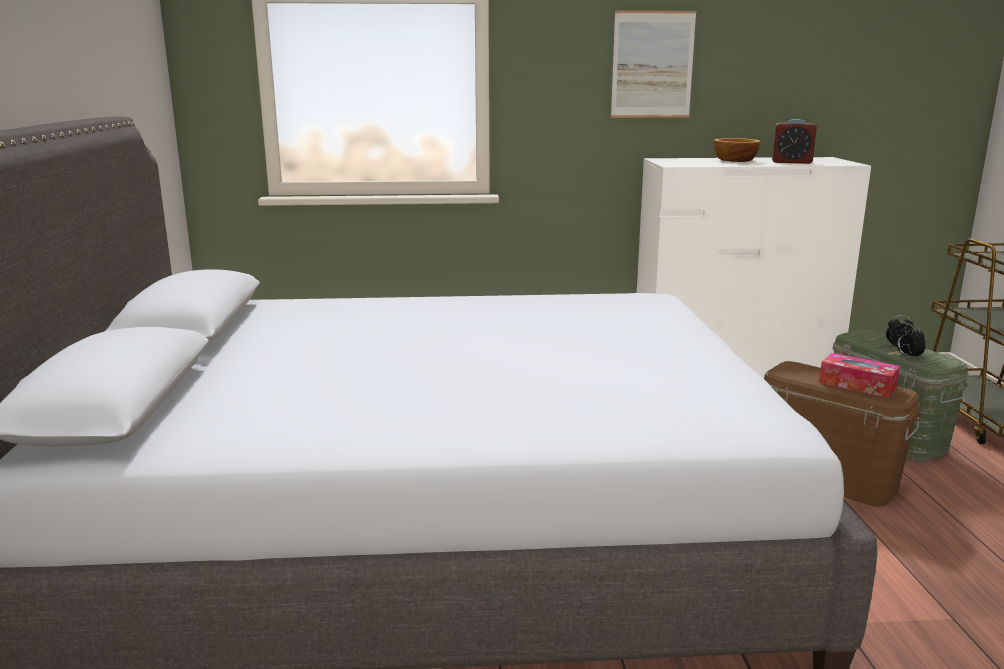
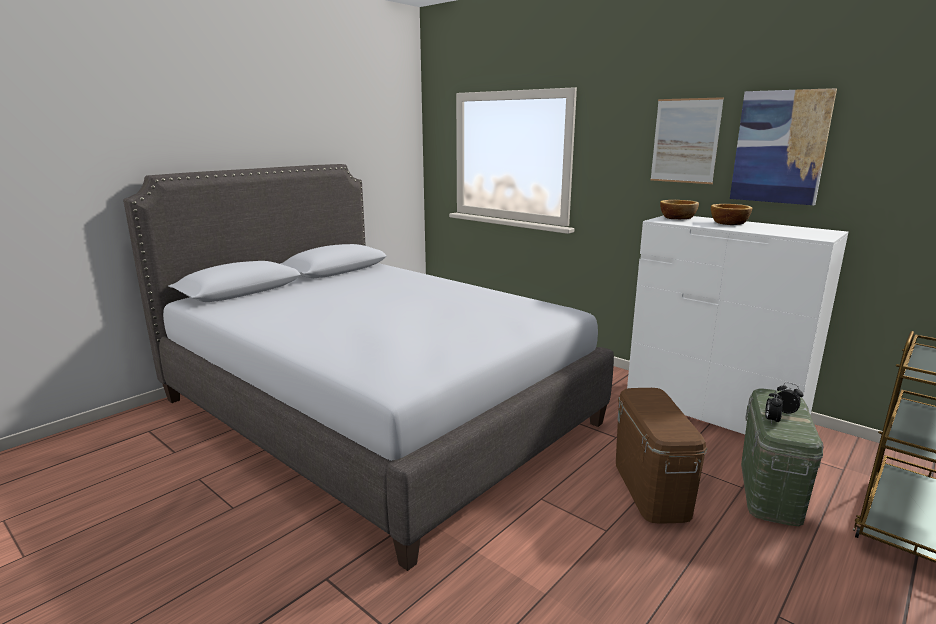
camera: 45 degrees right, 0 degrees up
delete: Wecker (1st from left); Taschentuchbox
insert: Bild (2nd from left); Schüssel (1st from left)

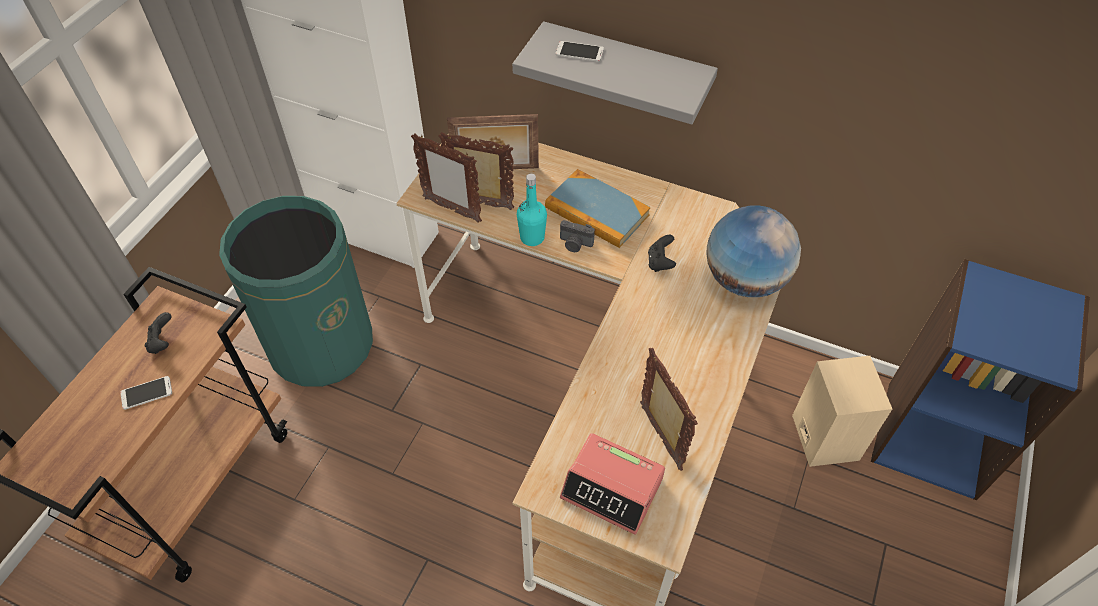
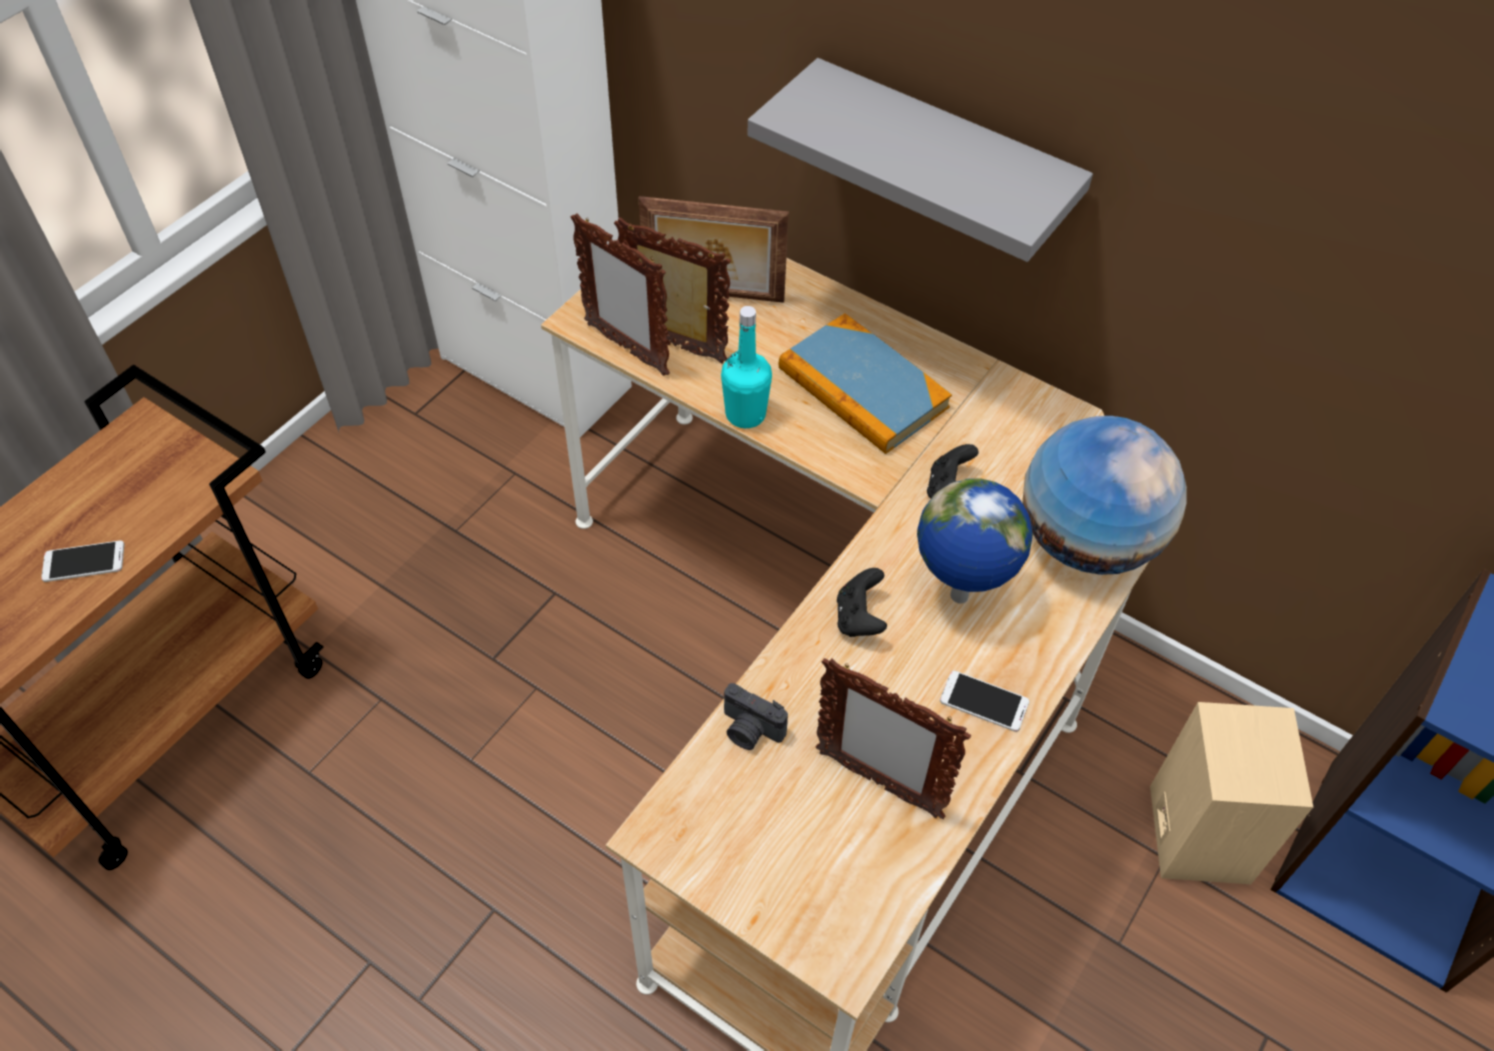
camera: 10 degrees right, 0 degrees up
delete: Mülleimer [grün]; Wecker
insert: Globus (1st from left)
move: Handy (2nd from left); Kamera; Gamepad [schwarz] (1st from left)
rotate: Bilderrahmen (4th from left) 135 degrees clockwise

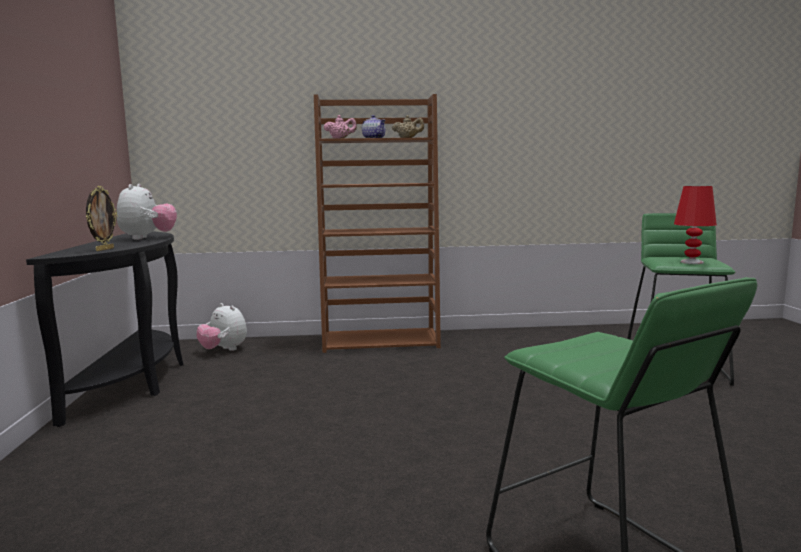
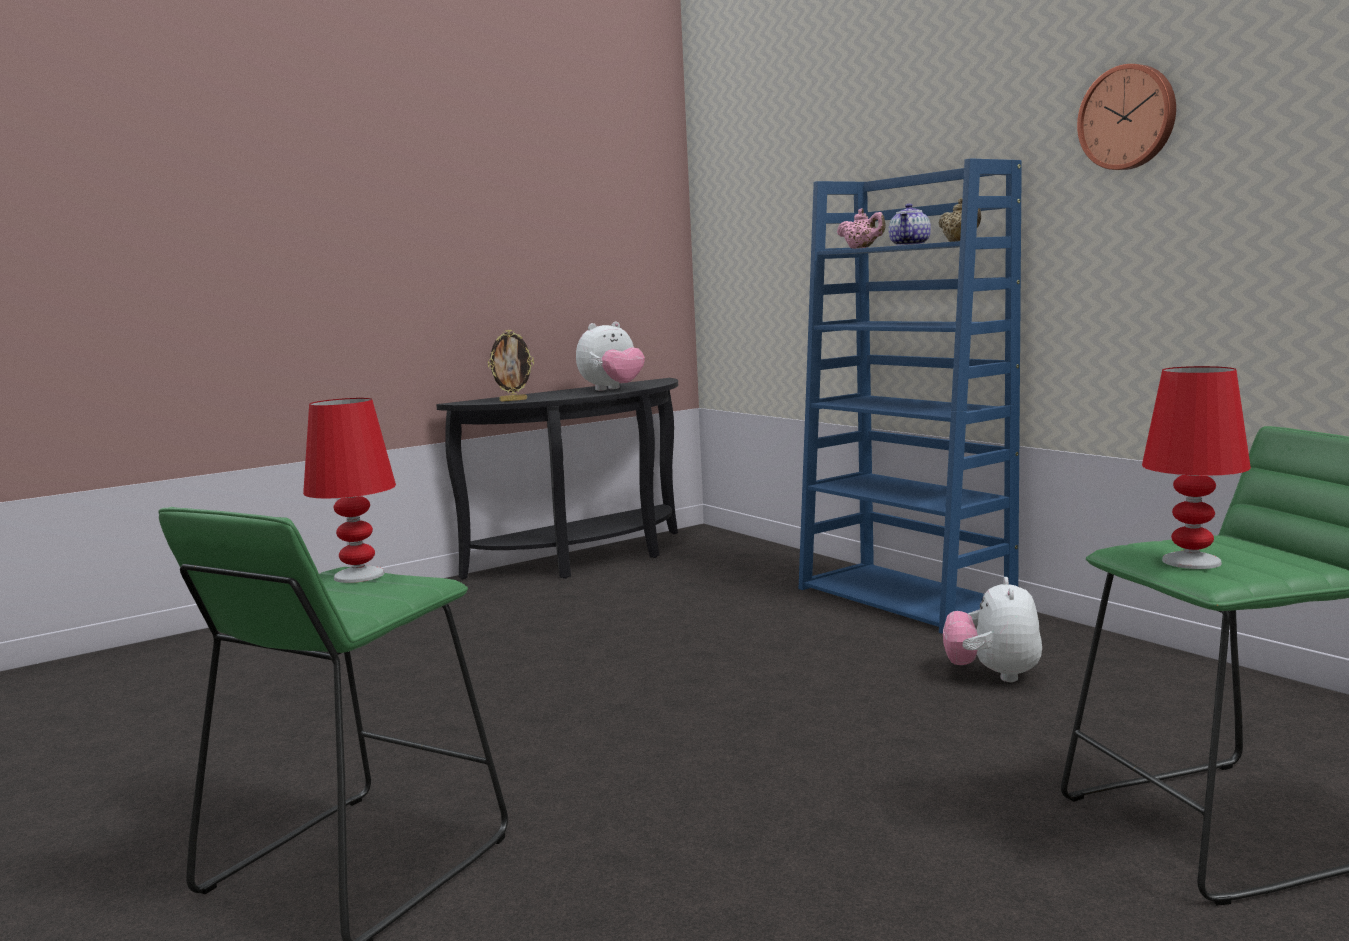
camera: 60 degrees right, 0 degrees up
insert: Wanduhr; Tischlampe [rot] (1st from left)
move: Plüschtier (2nd from left)
recolor: Bücherregal [braun] to Bücherregal [blau]

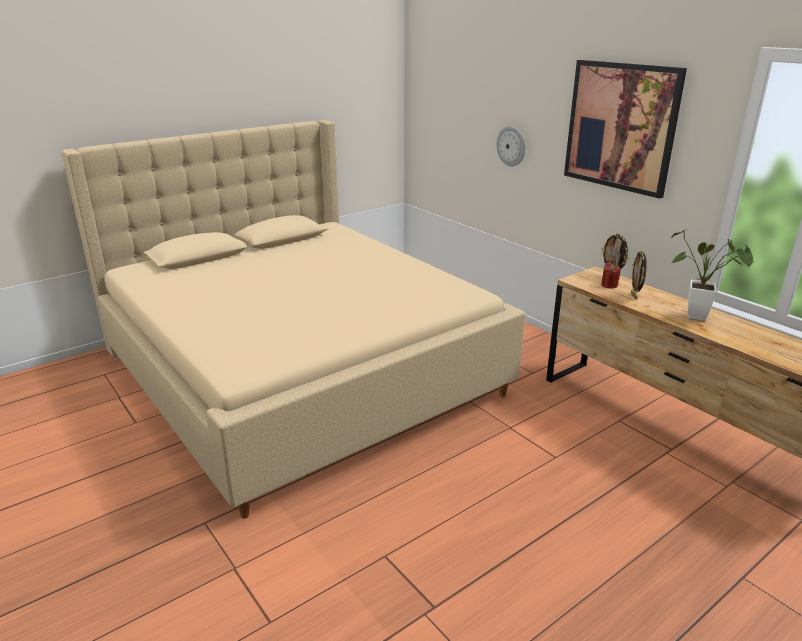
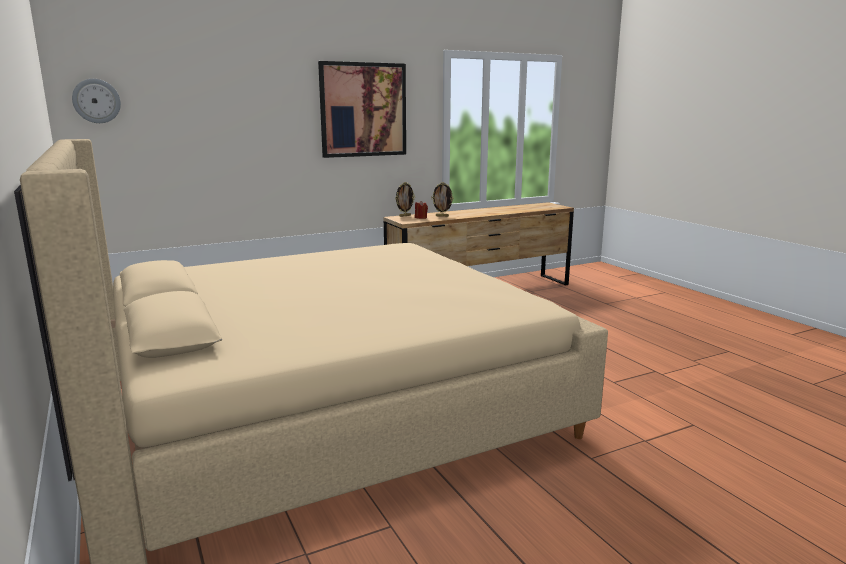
camera: 80 degrees left, 10 degrees down
delete: Topfpflanze
move: Wanduhr

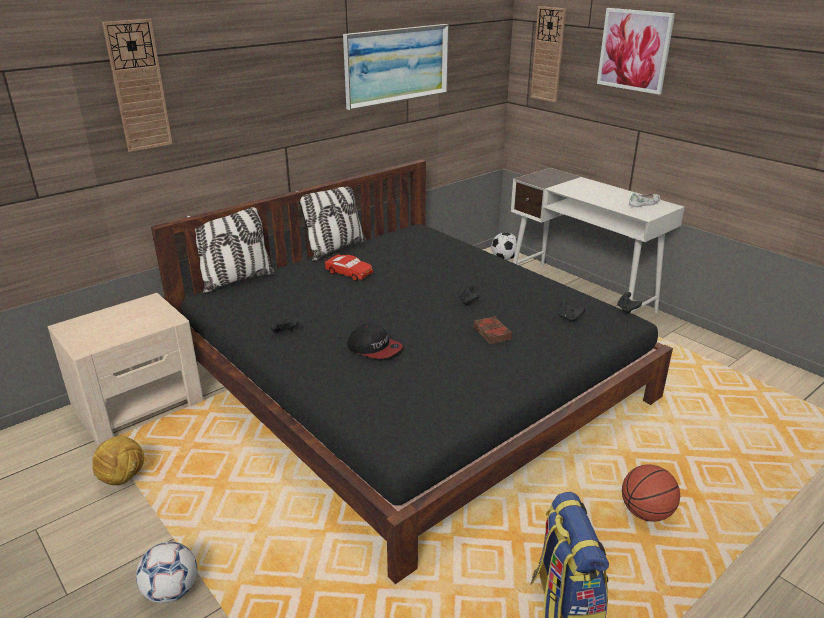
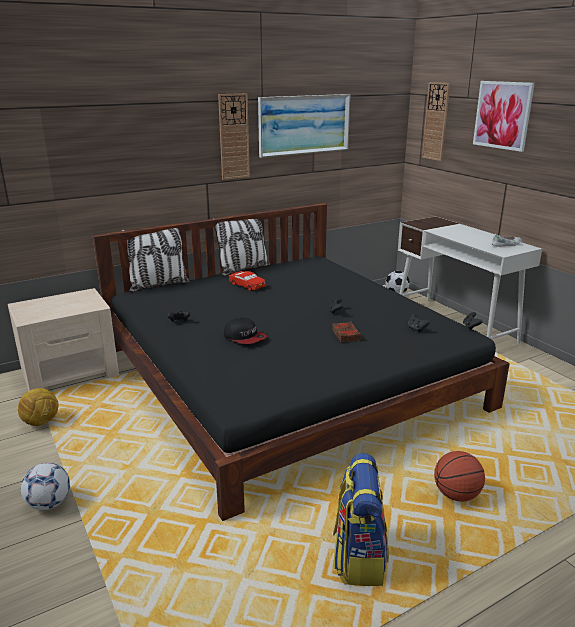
camera: 10 degrees right, 5 degrees down
move: Wanduhr (1st from left)

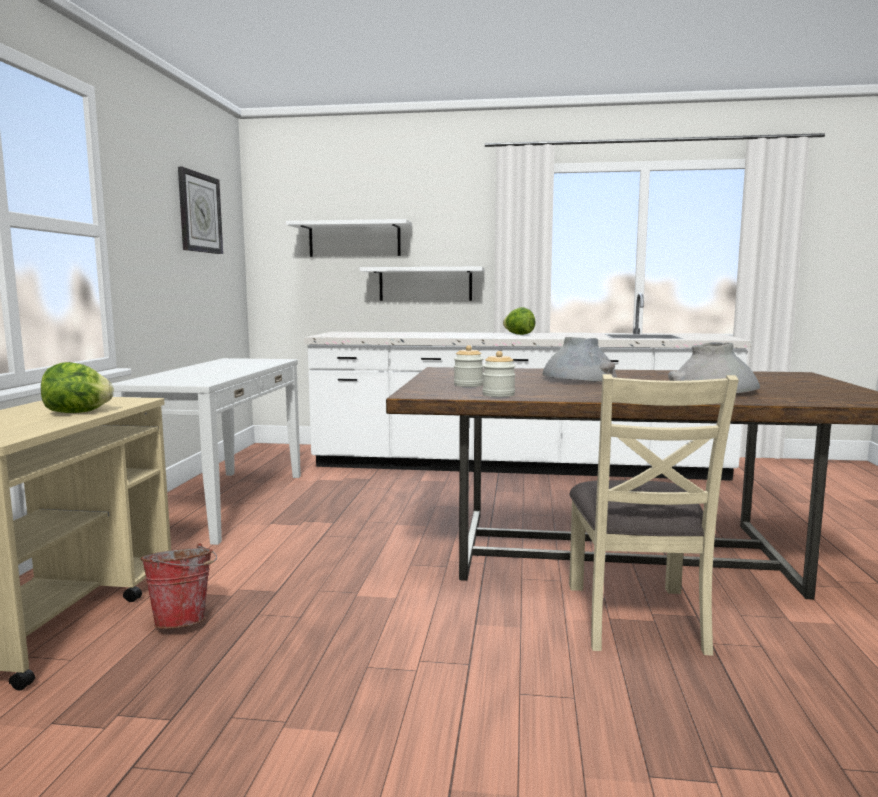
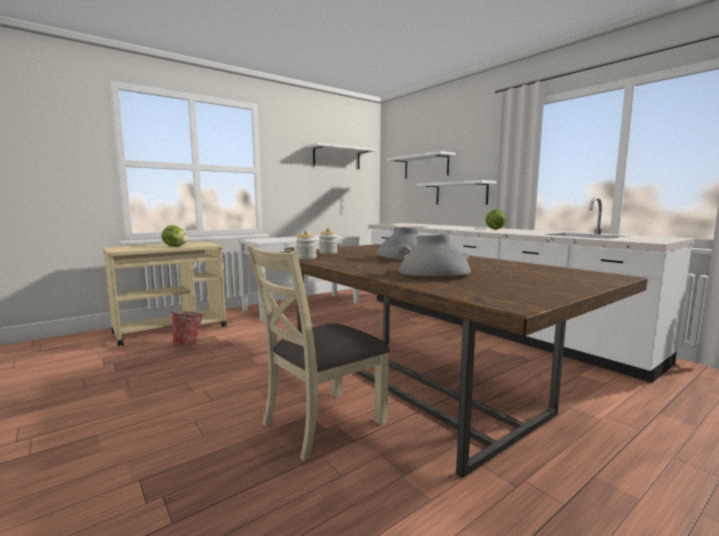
camera: 45 degrees right, 0 degrees up
replace: Wanduhr to Wandregal [weiß] (1st from left)

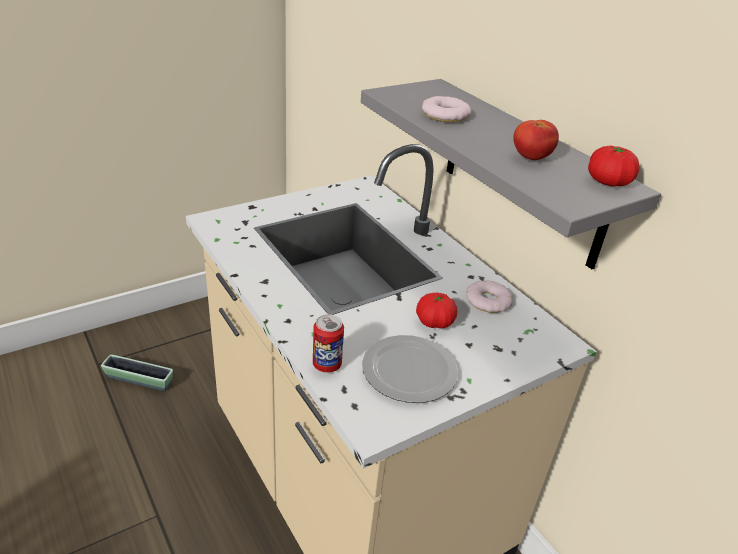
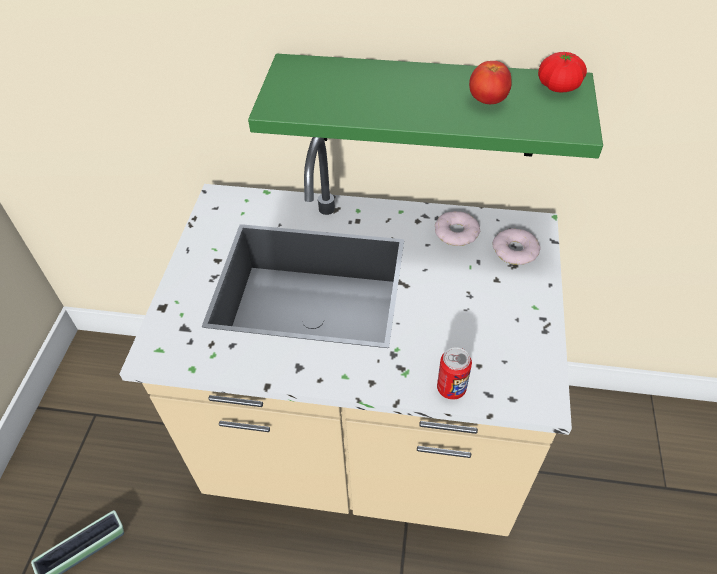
camera: 45 degrees left, 15 degrees up
delete: Tomate (1st from left); Teller
move: Donut (1st from left in the first image) to Donut (2nd from left)
recolor: Wandregal [grau] to Wandregal [grün]

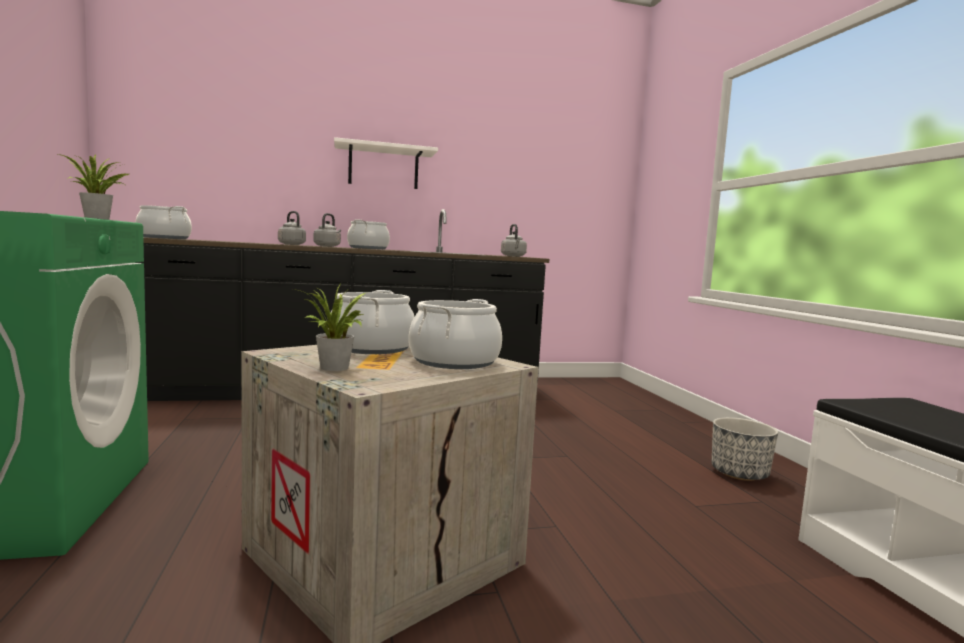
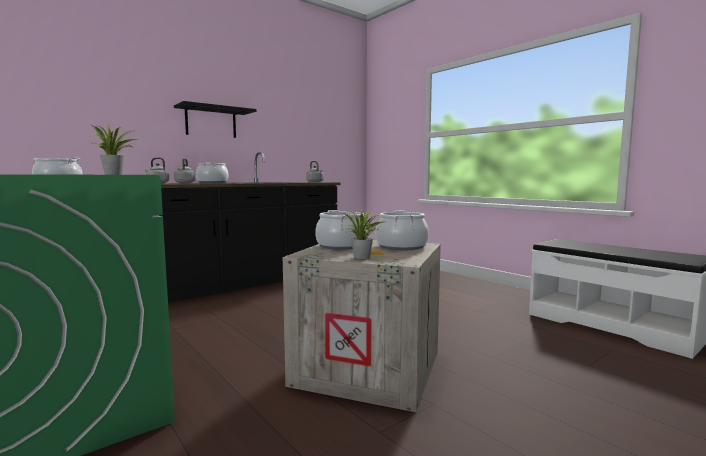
camera: 25 degrees left, 0 degrees up
delete: Pflanzkübel
recolor: Wandregal [weiß] to Wandregal [schwarz]

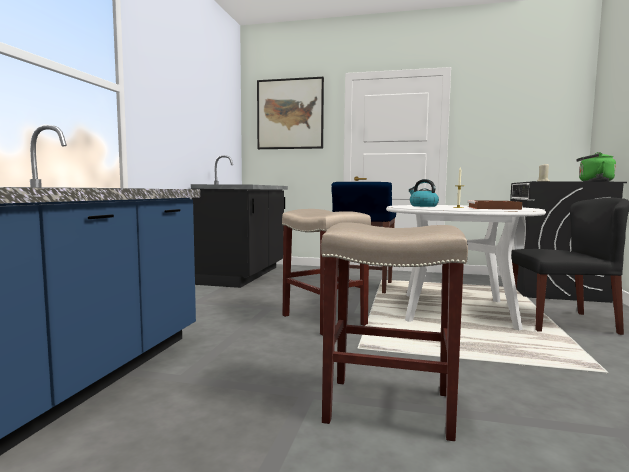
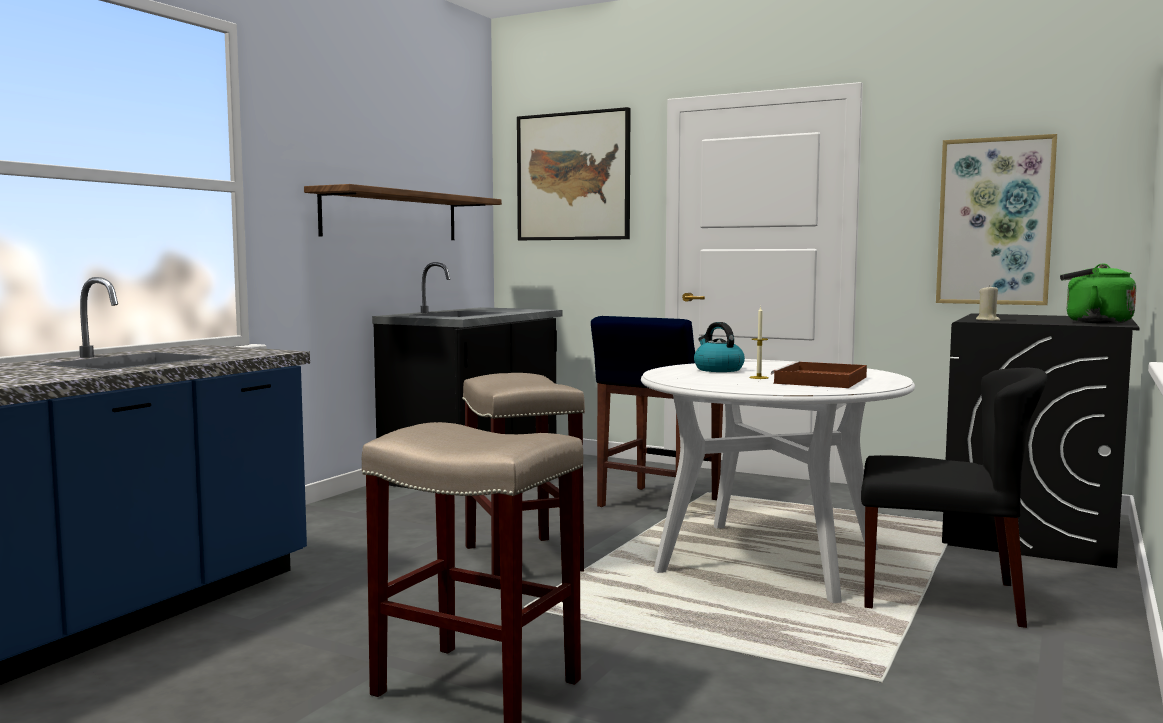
camera: 15 degrees right, 0 degrees up
insert: Bild (2nd from left); Wandregal

